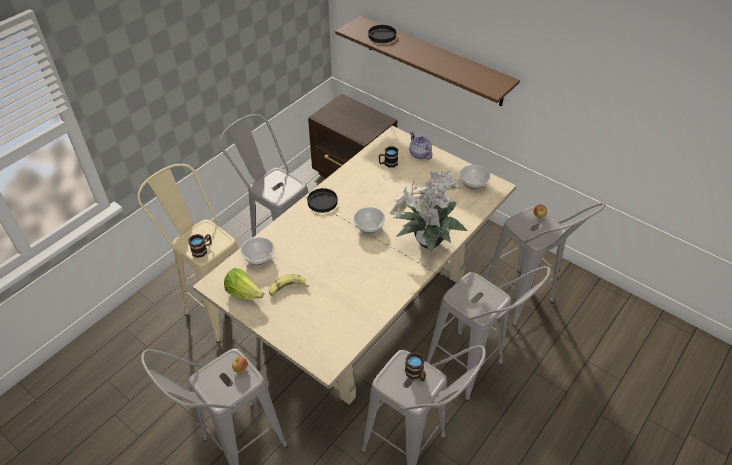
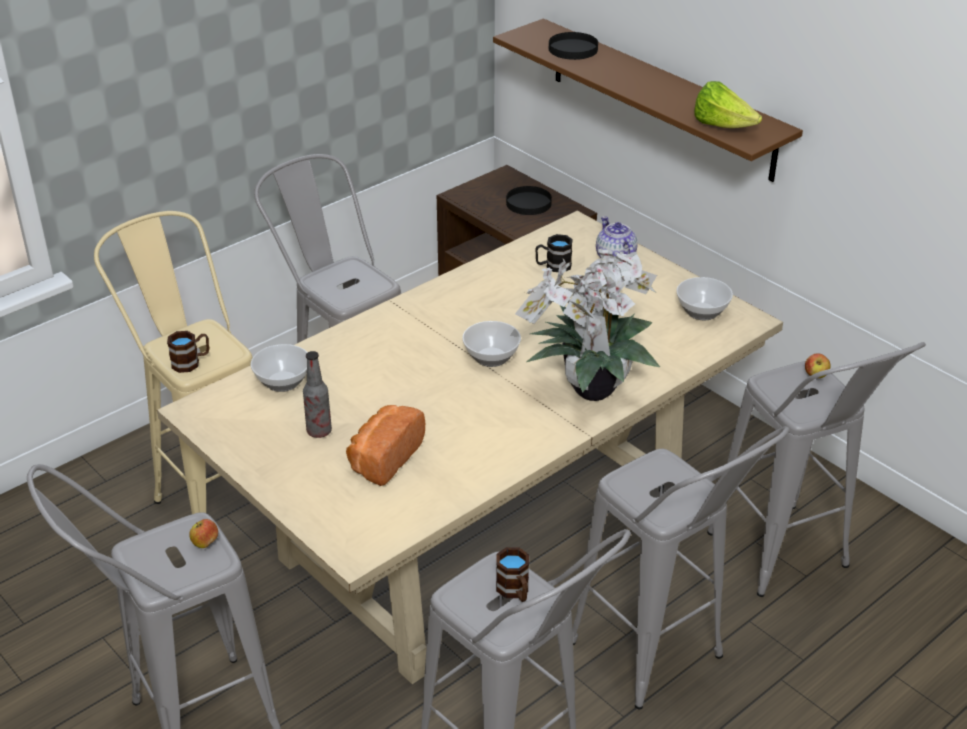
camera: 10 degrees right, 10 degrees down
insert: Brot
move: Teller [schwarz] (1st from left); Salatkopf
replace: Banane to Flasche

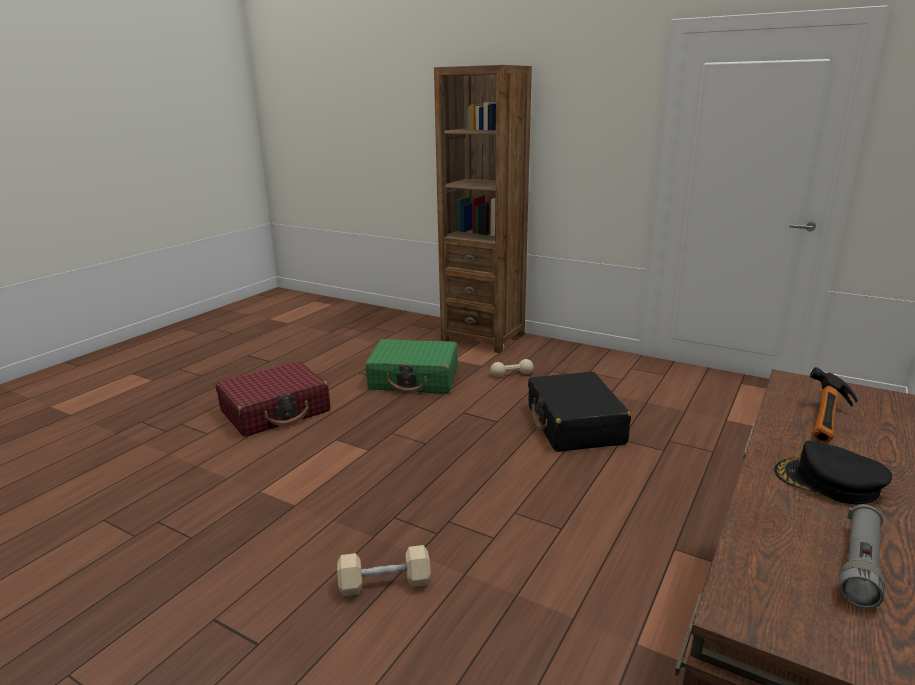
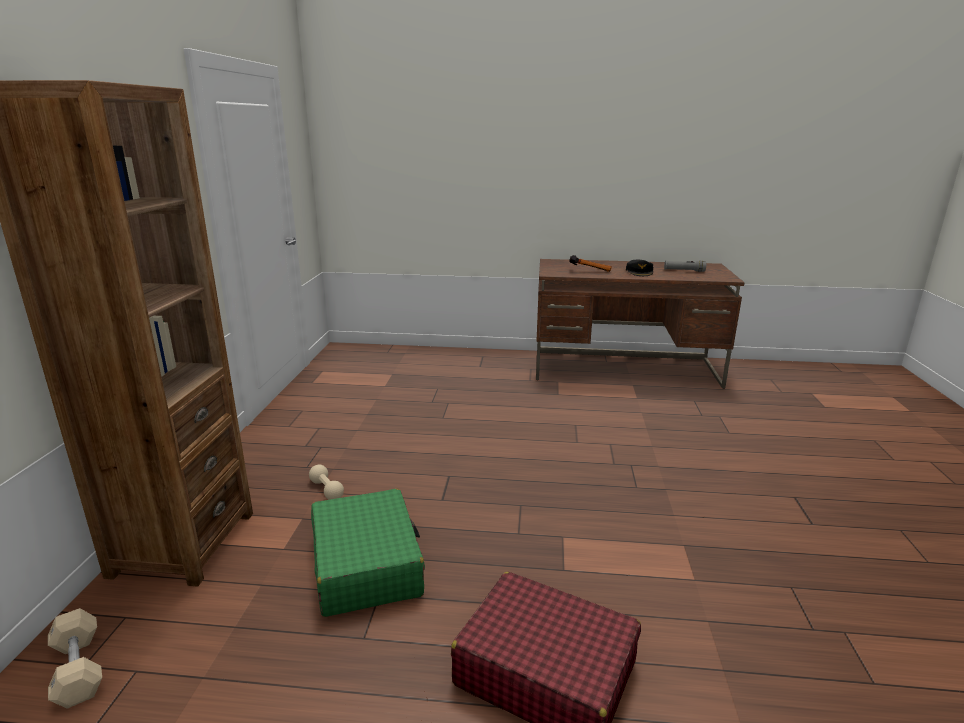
camera: 115 degrees left, 0 degrees up
delete: Koffer [schwarz]
move: Hantel [beige] (1st from left)

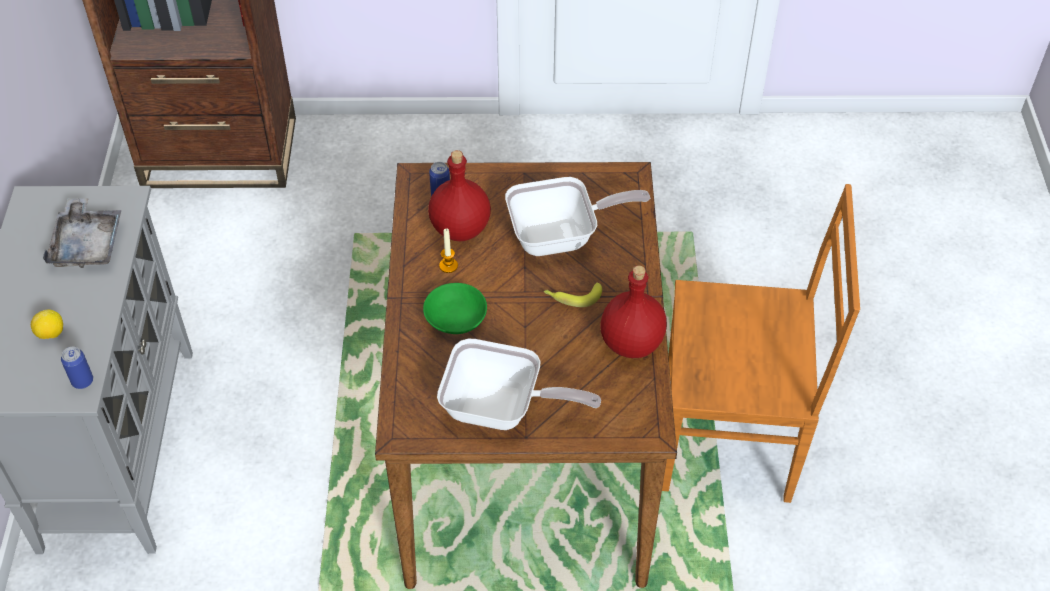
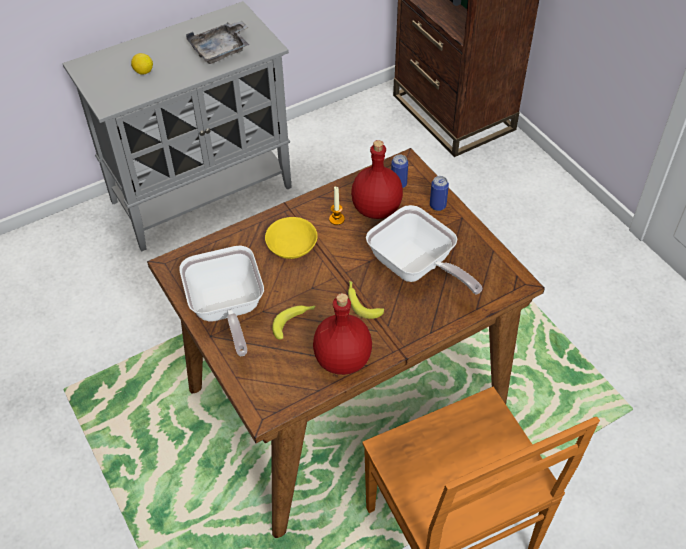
camera: 60 degrees right, 0 degrees up
insert: Banane (1st from left)
move: Dose (1st from left in the first image) to Dose (2nd from left)
recolor: Schüssel [grün] to Schüssel [gelb]

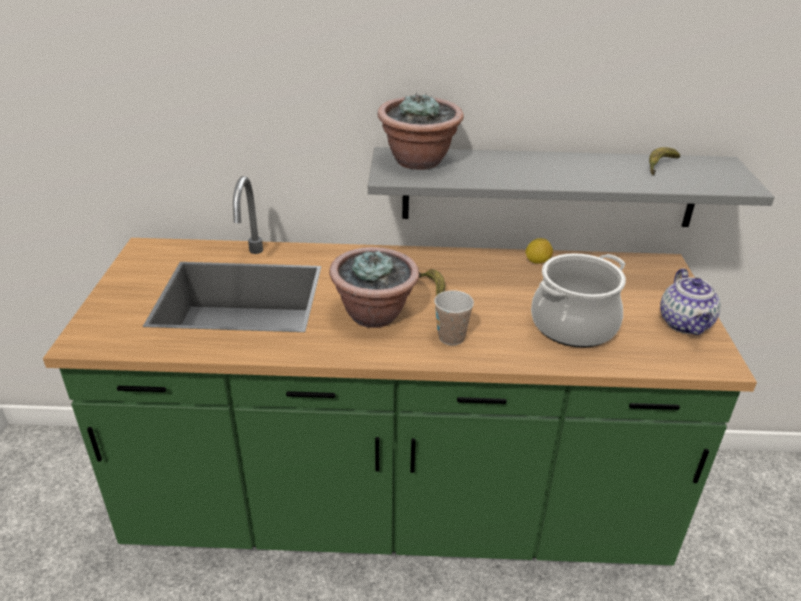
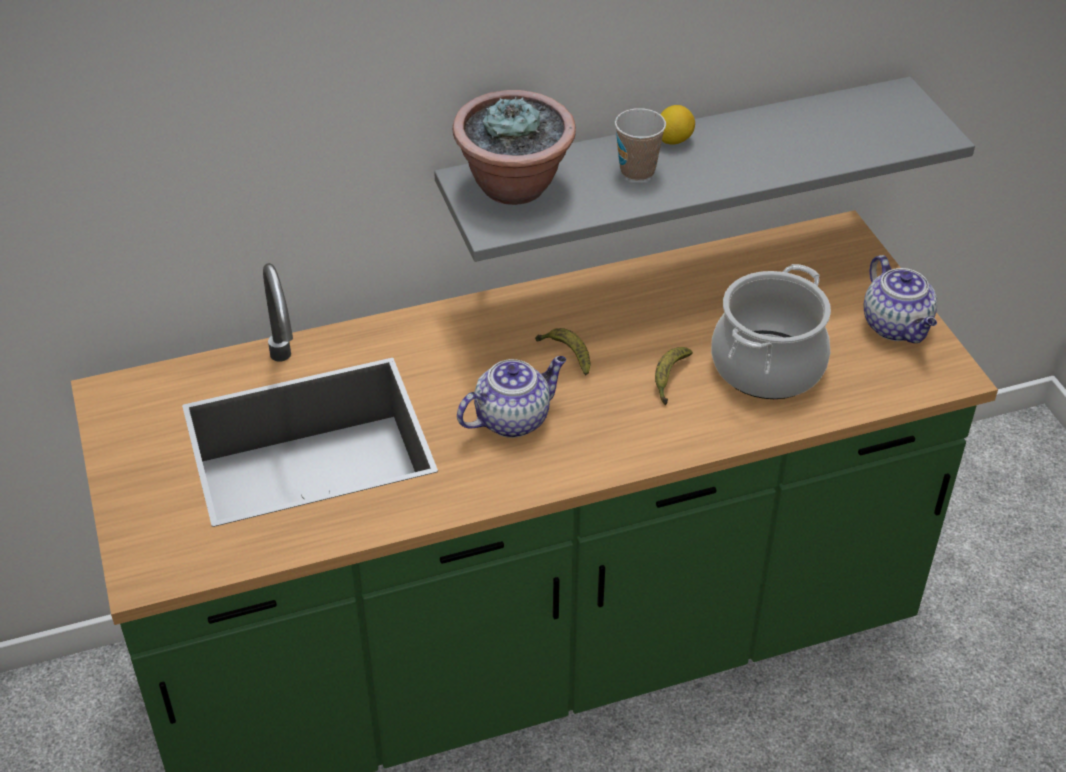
camera: 20 degrees left, 10 degrees up
move: Banane (2nd from left); Zitrone; Tasse
replace: Topfpflanze (1st from left) to Teekanne (1st from left)

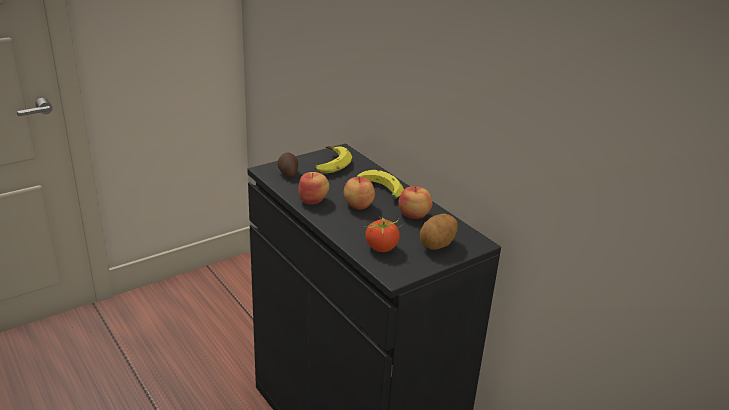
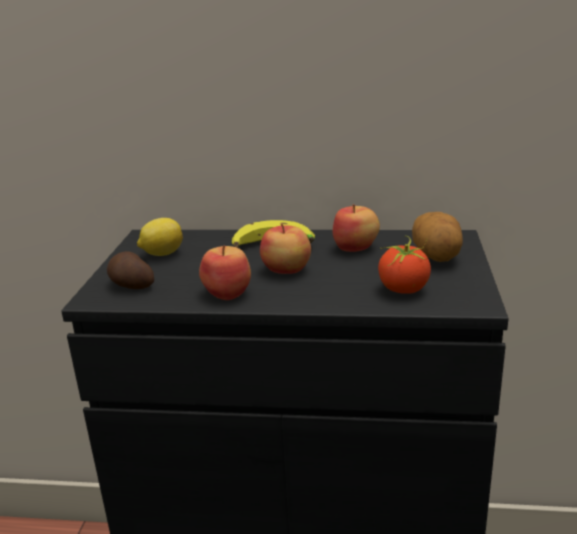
camera: 45 degrees left, 5 degrees down
replace: Banane (1st from left) to Zitrone

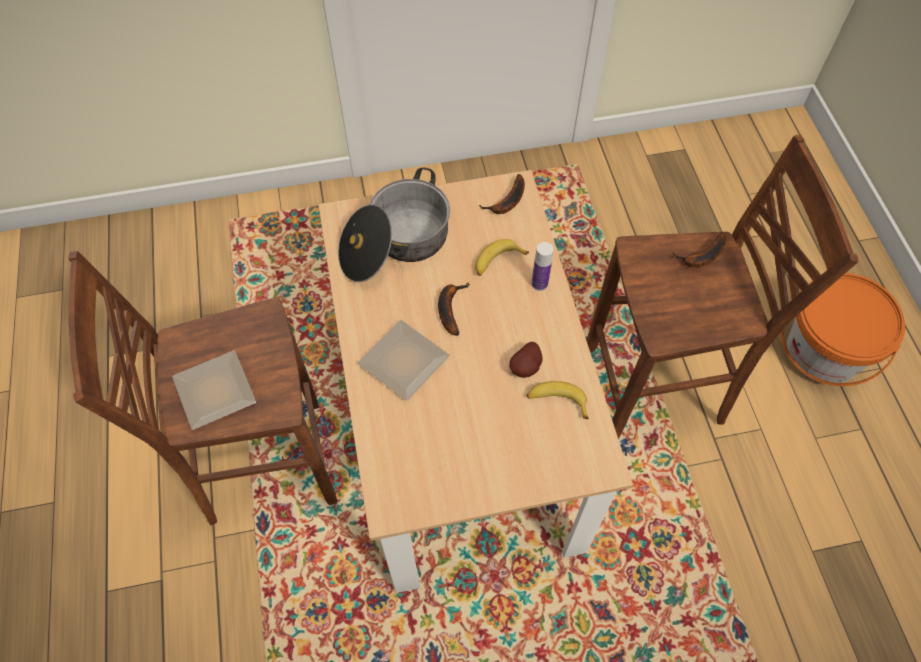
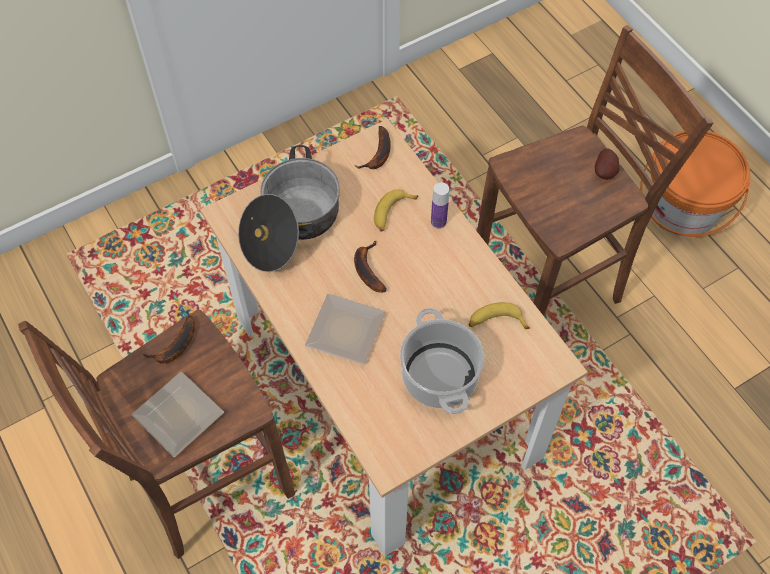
camera: 20 degrees left, 0 degrees up
insert: Kochtopf (2nd from left)
move: Banane (5th from left in the first image) to Banane (1st from left); Kartoffel

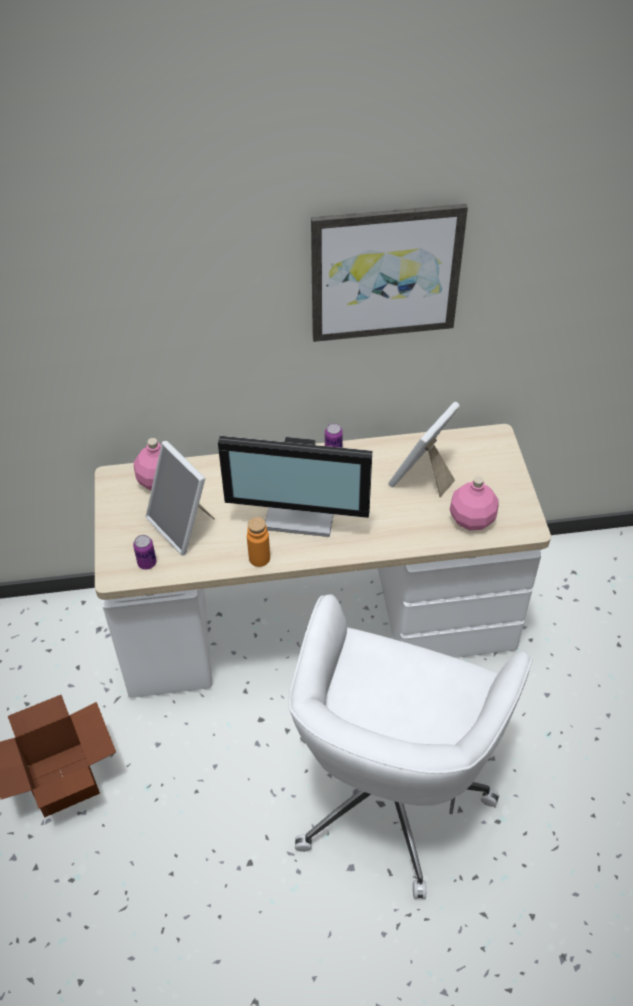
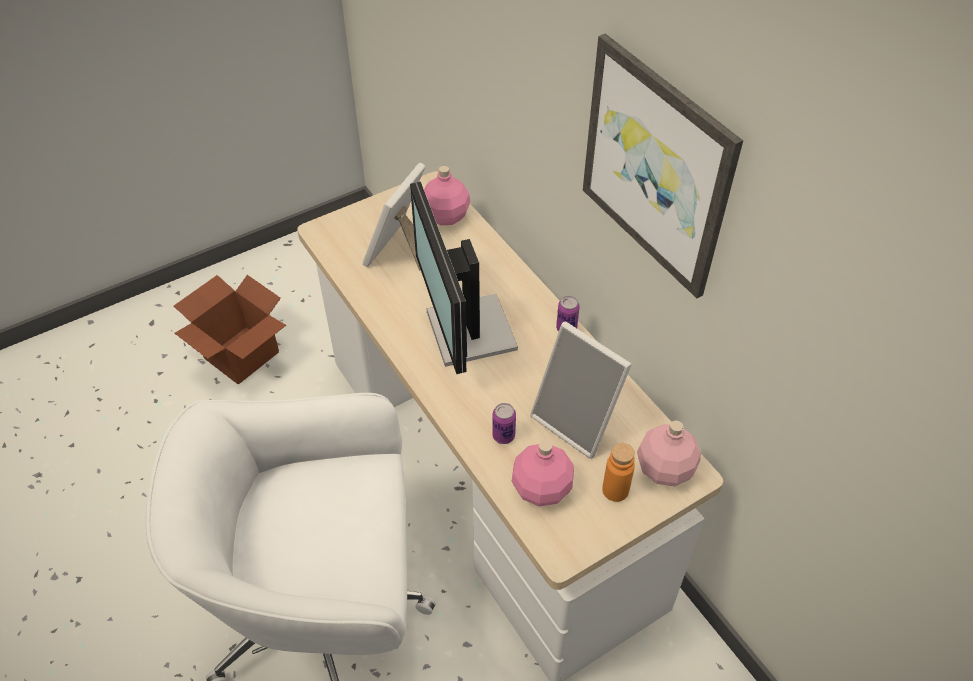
camera: 65 degrees right, 0 degrees up
insert: Flasche [rosa] (3rd from left)
move: Flasche [orange]; Dose (1st from left)
rotate: Bilderrahmen (2nd from left) 150 degrees counterclockwise

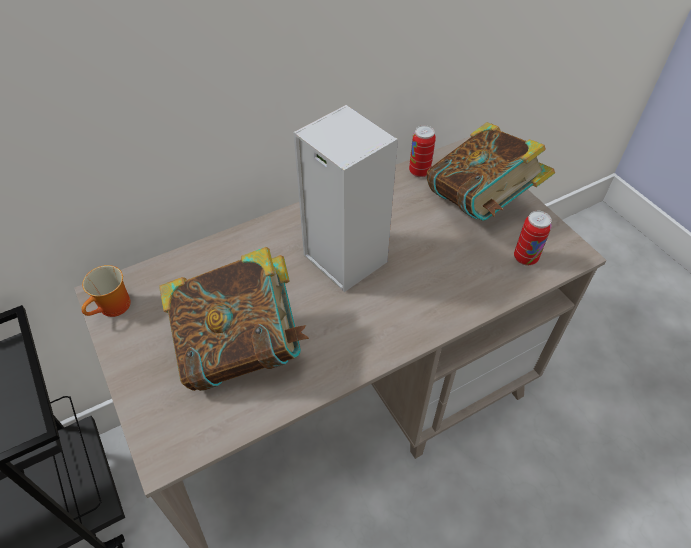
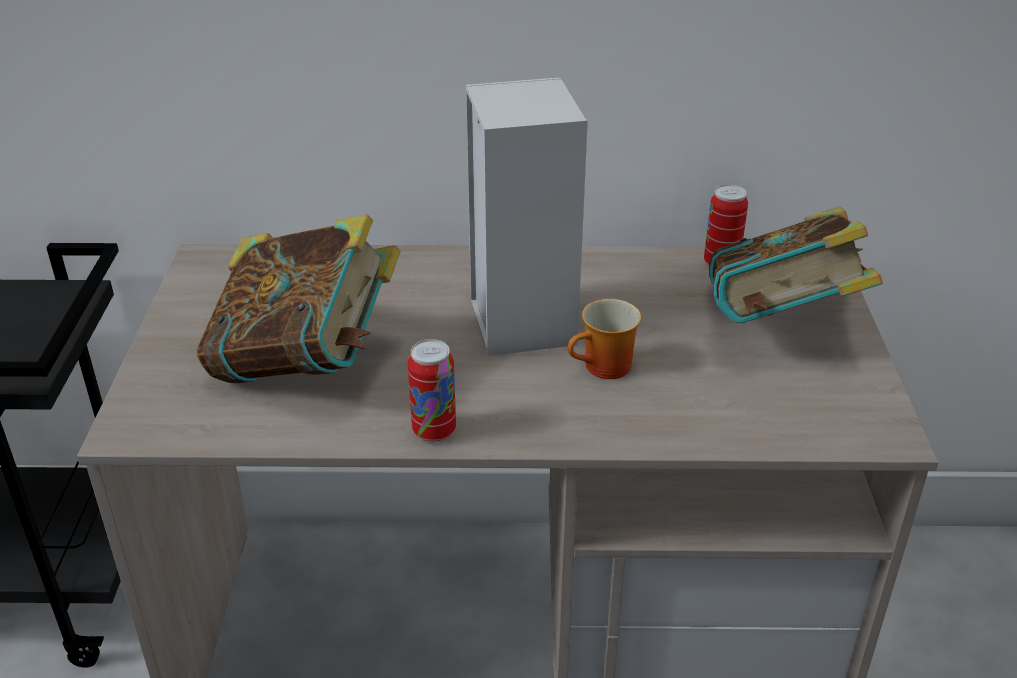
camera: 30 degrees right, 15 degrees down
move: Dose (2nd from left in the first image) to Dose (1st from left); Henkelbecher

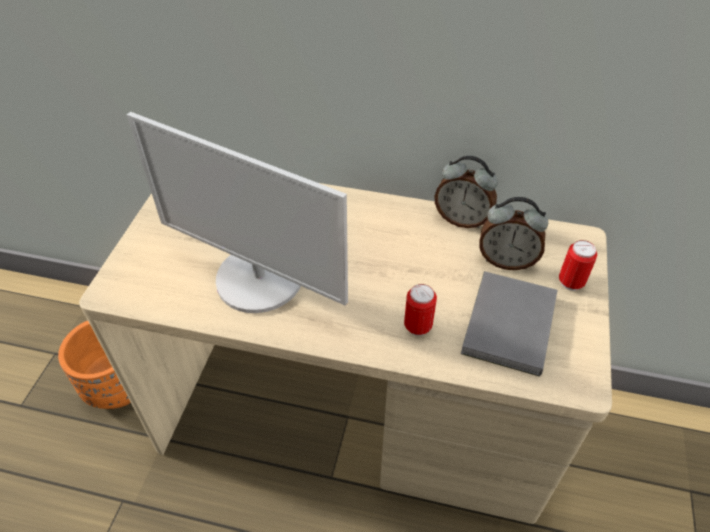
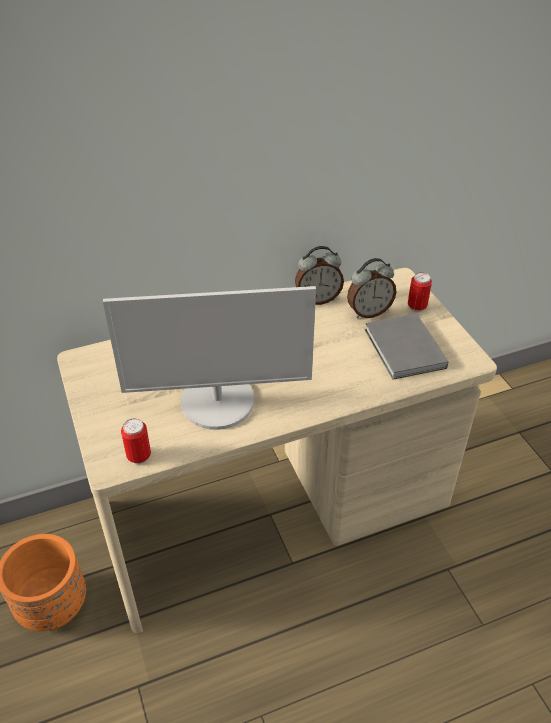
camera: 35 degrees left, 5 degrees down
move: Dose (1st from left)

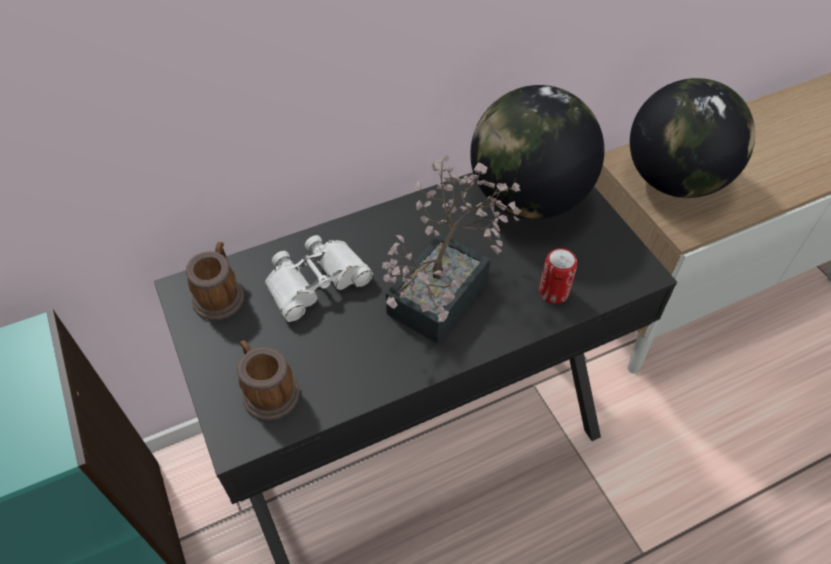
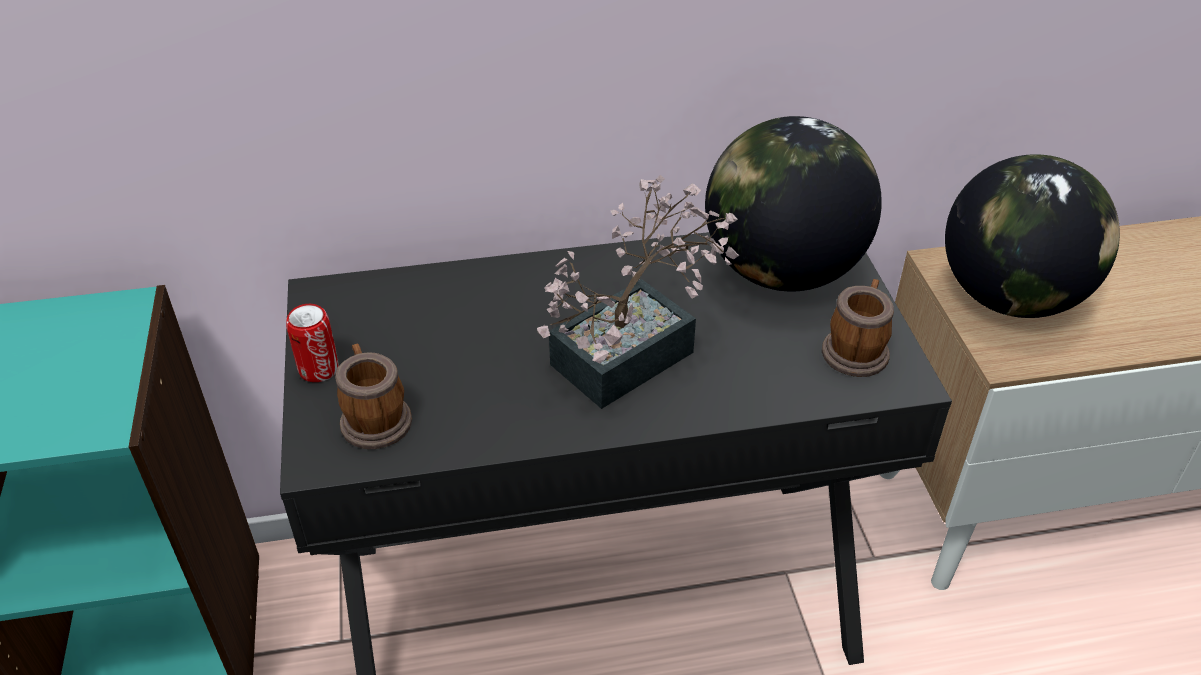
camera: 15 degrees right, 10 degrees down
delete: Fernglas [weiß]
move: Henkelbecher (1st from left in the first image) to Henkelbecher (2nd from left); Dose

